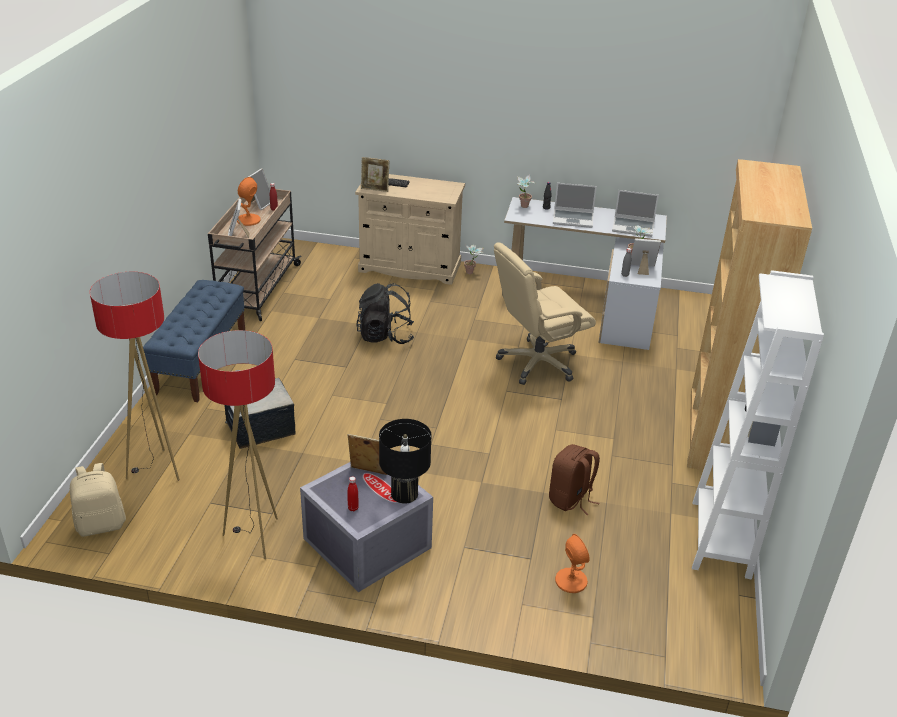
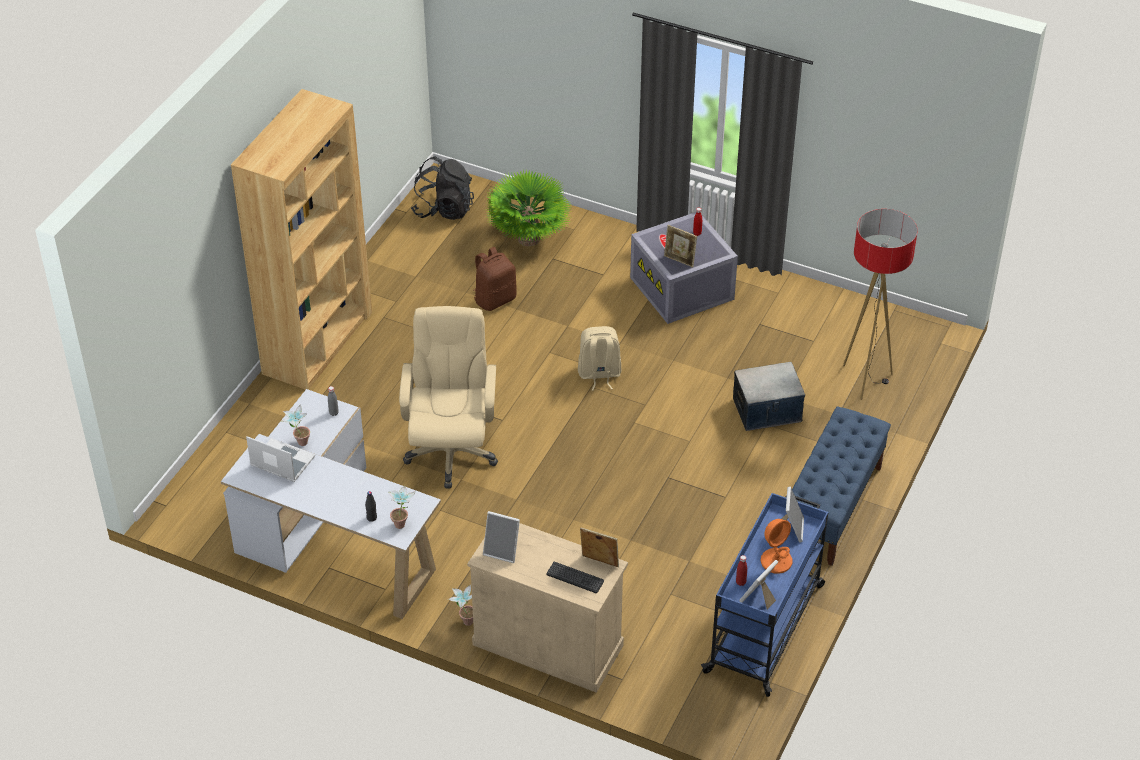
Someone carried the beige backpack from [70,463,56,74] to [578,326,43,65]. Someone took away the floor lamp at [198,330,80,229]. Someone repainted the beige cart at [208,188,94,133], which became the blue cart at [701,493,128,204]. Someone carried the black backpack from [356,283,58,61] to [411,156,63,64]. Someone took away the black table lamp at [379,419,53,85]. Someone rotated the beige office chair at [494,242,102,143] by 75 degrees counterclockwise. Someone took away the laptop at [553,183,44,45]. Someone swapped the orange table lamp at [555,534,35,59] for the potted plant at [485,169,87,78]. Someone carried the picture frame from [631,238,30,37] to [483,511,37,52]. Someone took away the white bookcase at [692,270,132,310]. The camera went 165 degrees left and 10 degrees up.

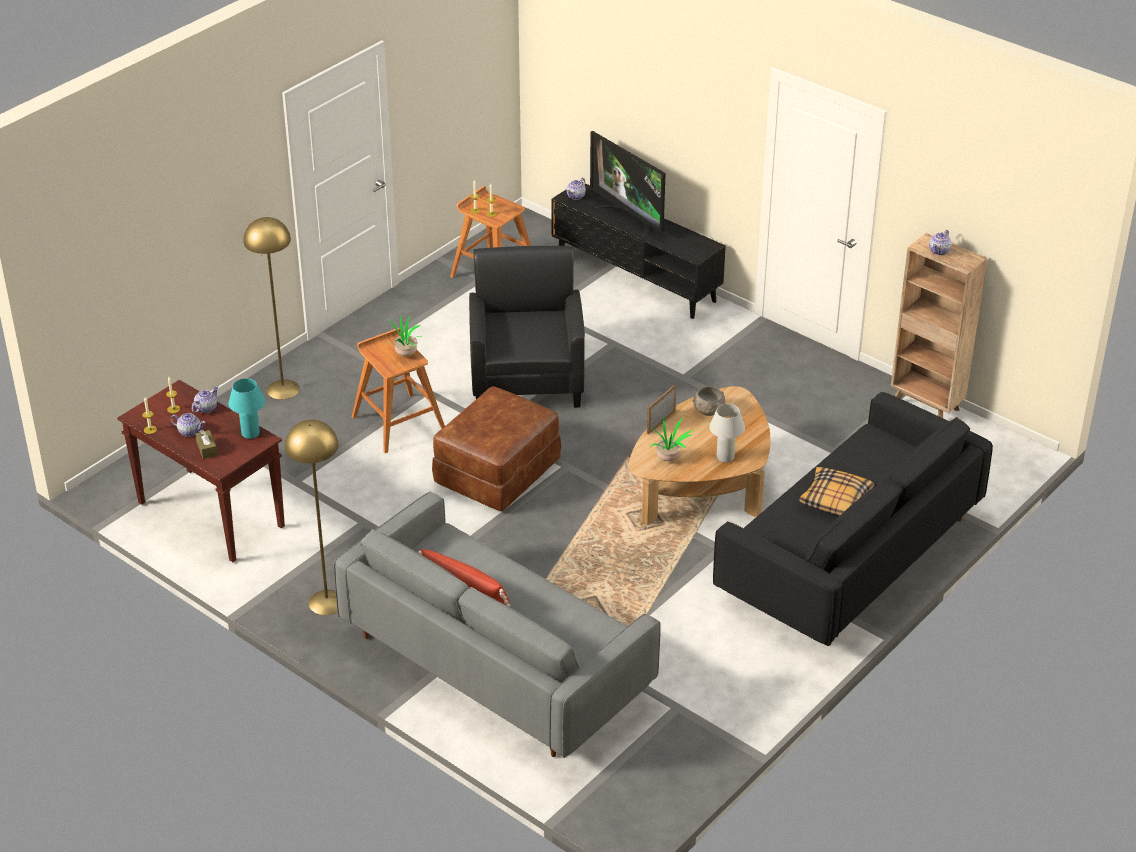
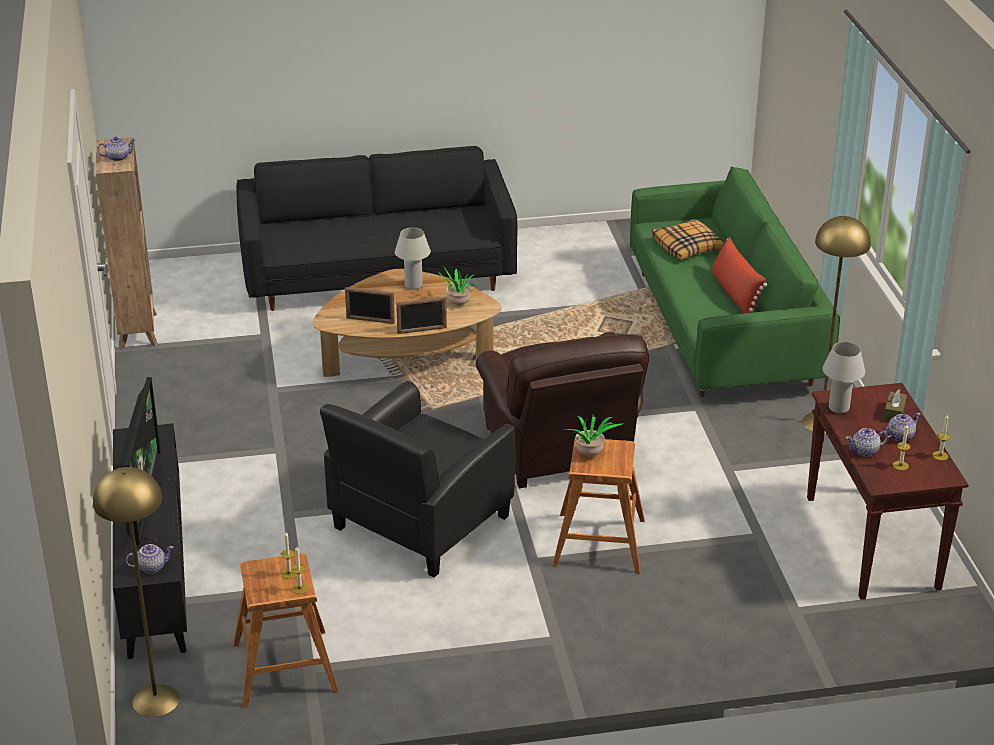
Someone rotated the teapot at [171,413,34,24] by 90 degrees clockwise. Someone repainted the turquoise table lamp at [228,378,37,61], which became the white table lamp at [823,342,42,71]. Someone carried the yellow floor lamp from [243,217,57,182] to [93,467,86,250]. Someone repainted the grey sofa at [334,491,327,267], which became the green sofa at [630,166,210,231]. Someone swapped the brown ottoman at [432,386,129,126] for the brown armchair at [476,332,173,157]. Someone swapped the grey bowl at [693,386,33,30] for the picture frame at [345,287,50,37]. Someone carried the pillow from [799,467,75,48] to [652,219,72,41]. The camera went 140 degrees left and 5 degrees down.

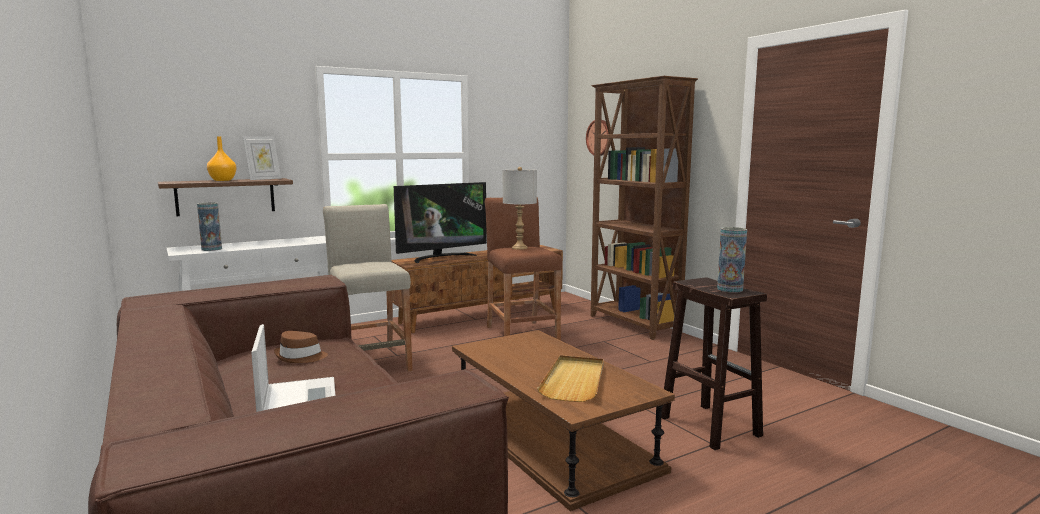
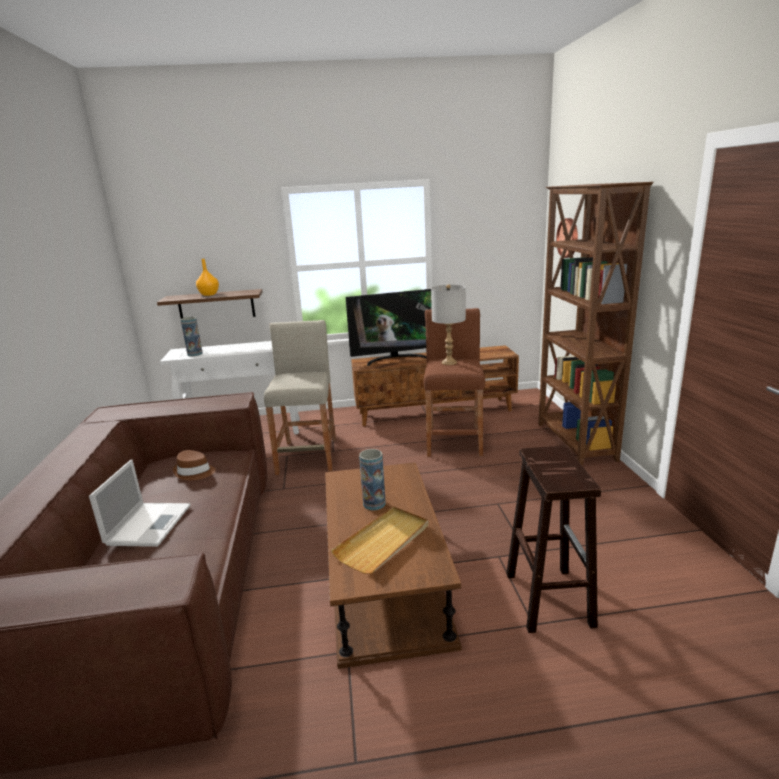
Someone took away the picture frame at [243,136,38,44]. Someone carried the vase from [717,227,30,66] to [359,449,27,61]. The camera went 25 degrees right and 10 degrees up.

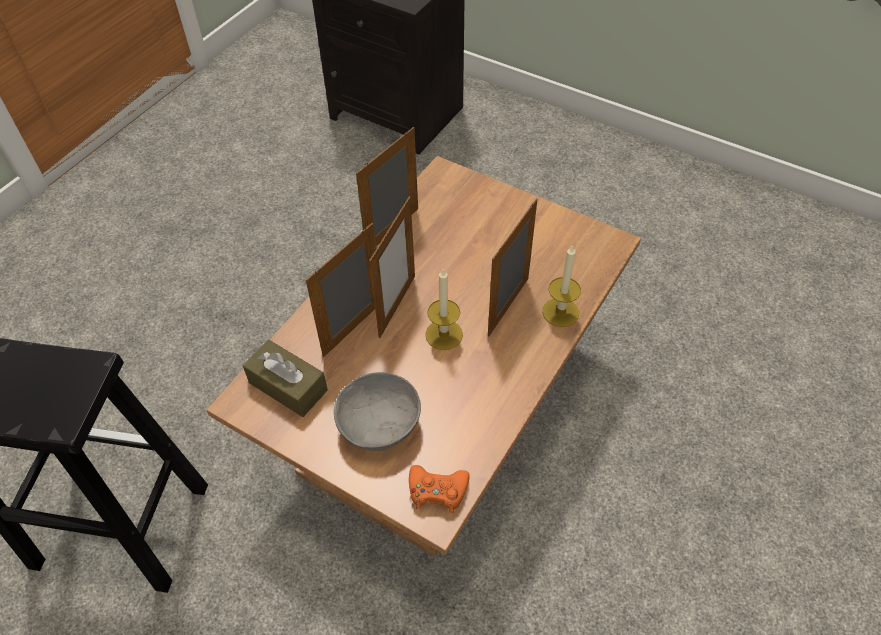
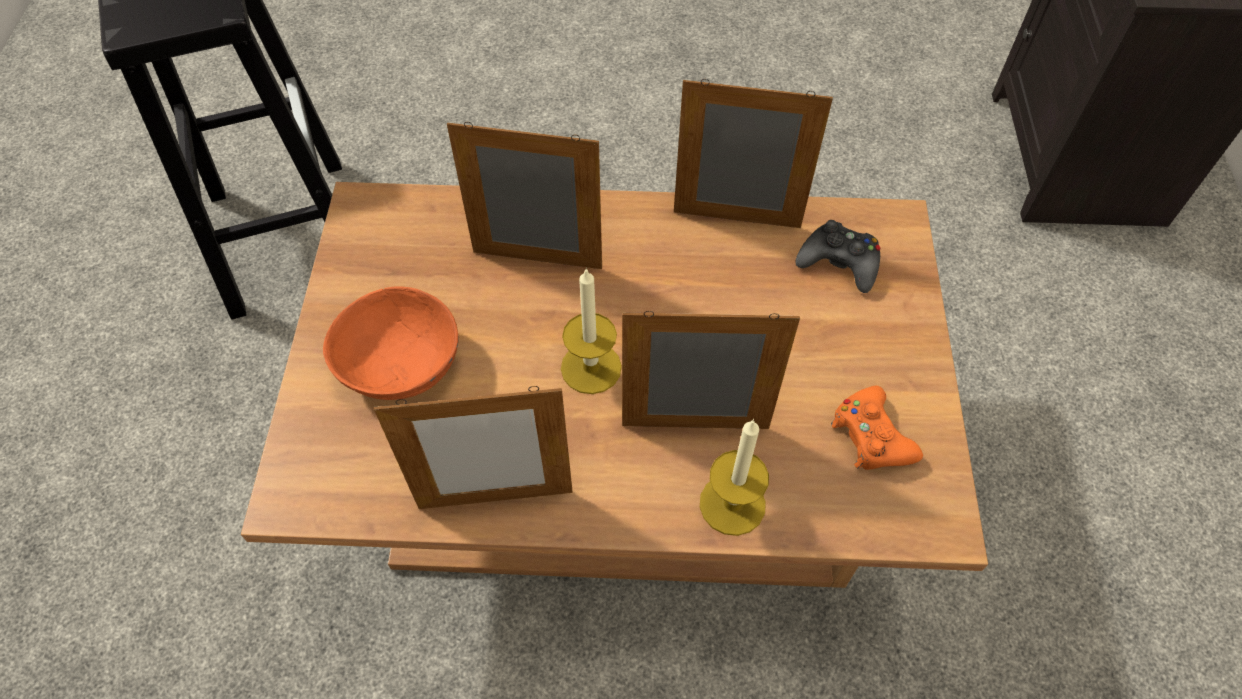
Someone took away the brown tissue box at [243,340,85,77]. Someone repainted the grey bowl at [334,372,87,79], which became the orange bowl at [323,286,135,114]. Someone carried the picture frame from [369,196,46,142] to [374,386,199,123]. Someone carried the orange game controller from [409,465,61,48] to [831,386,92,84]. Someone put down the black game controller at [796,220,84,73]. The camera went 60 degrees right and 5 degrees up.

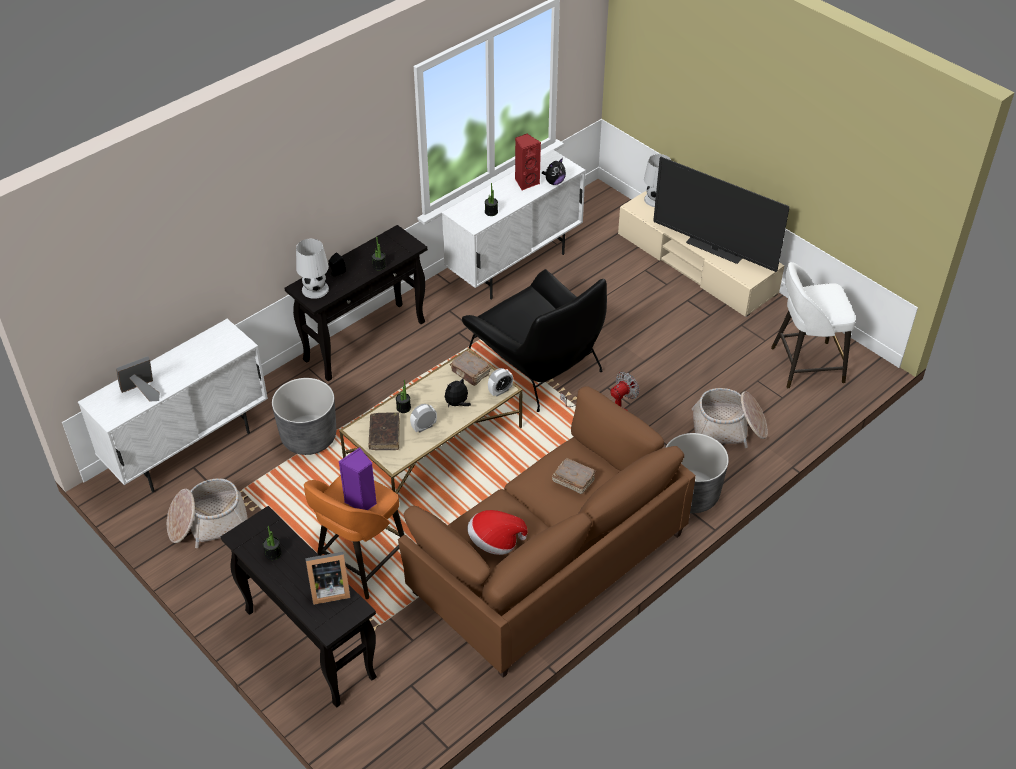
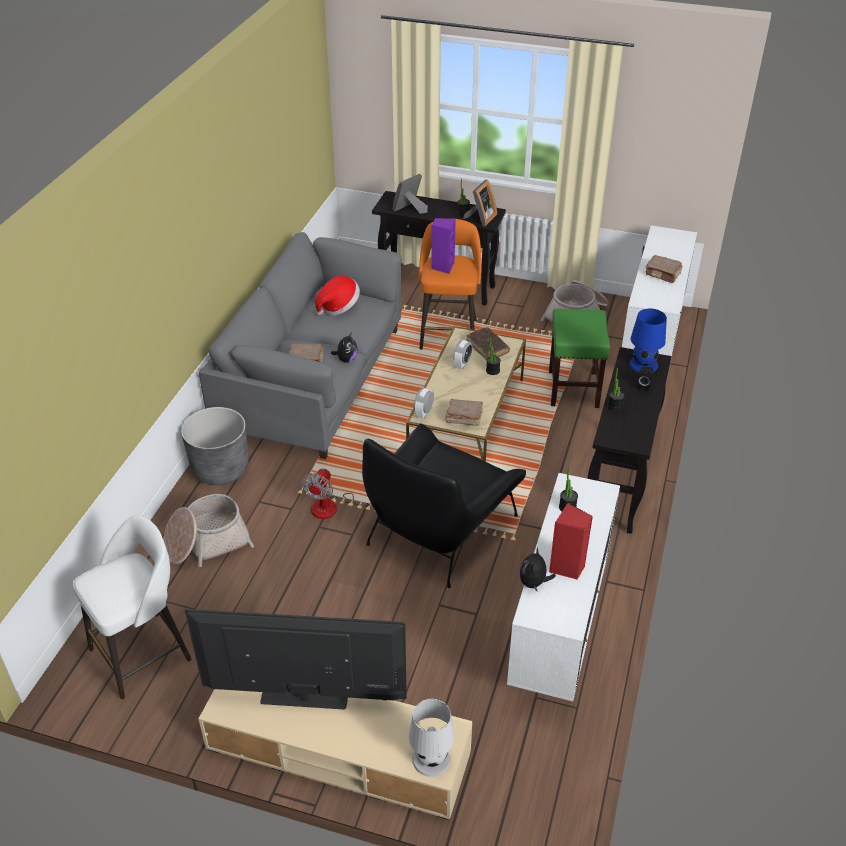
Someone carried the picture frame from [116,356,44,46] to [463,180,34,46]. Someone swapped the grey planter at [272,378,64,77] for the green stool at [549,309,61,99]. Someone repainted the white table lamp at [296,239,33,60], which became the blue table lamp at [629,308,38,64]. Someone repainted the brown sofa at [398,386,298,292], which became the grey sofa at [199,232,203,227]. Someone carried the plush toy from [445,378,26,29] to [331,333,27,30]. Someone rotated the black armchair at [462,269,145,143] by 75 degrees counterclockwise. Someone put down the brown book at [645,255,38,28]. The camera went 150 degrees right and 5 degrees down.

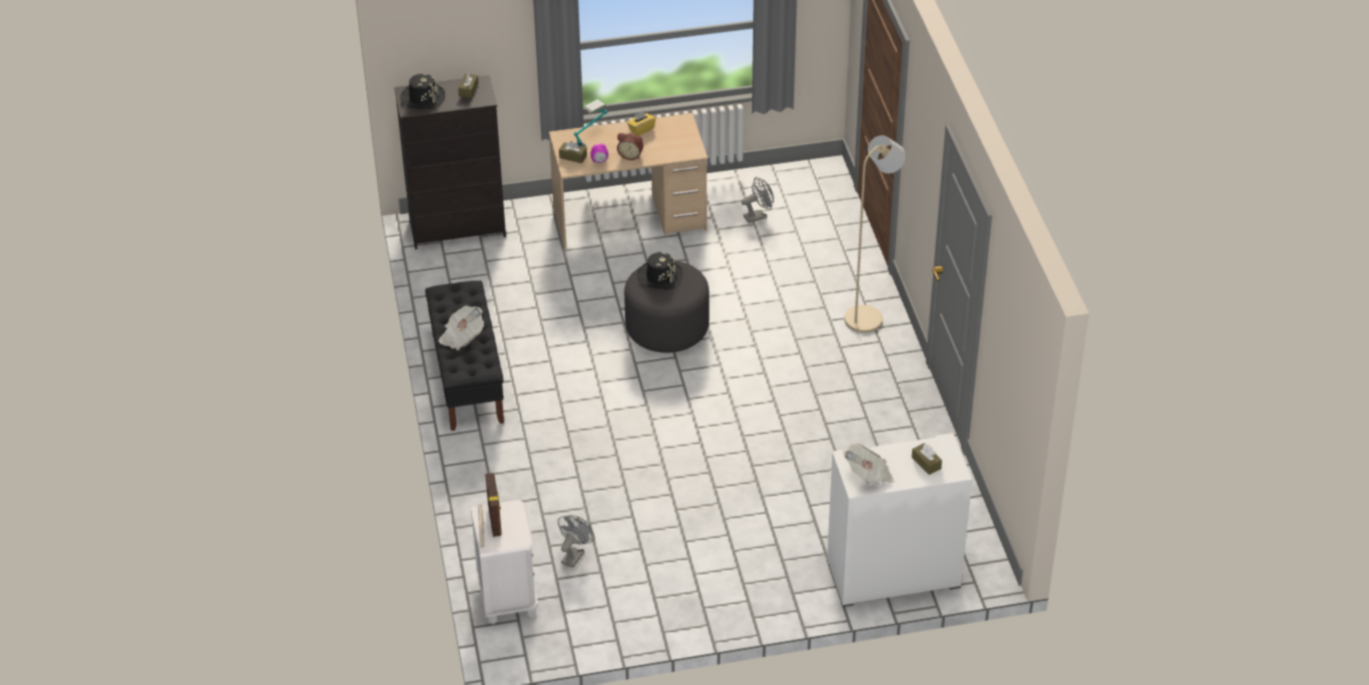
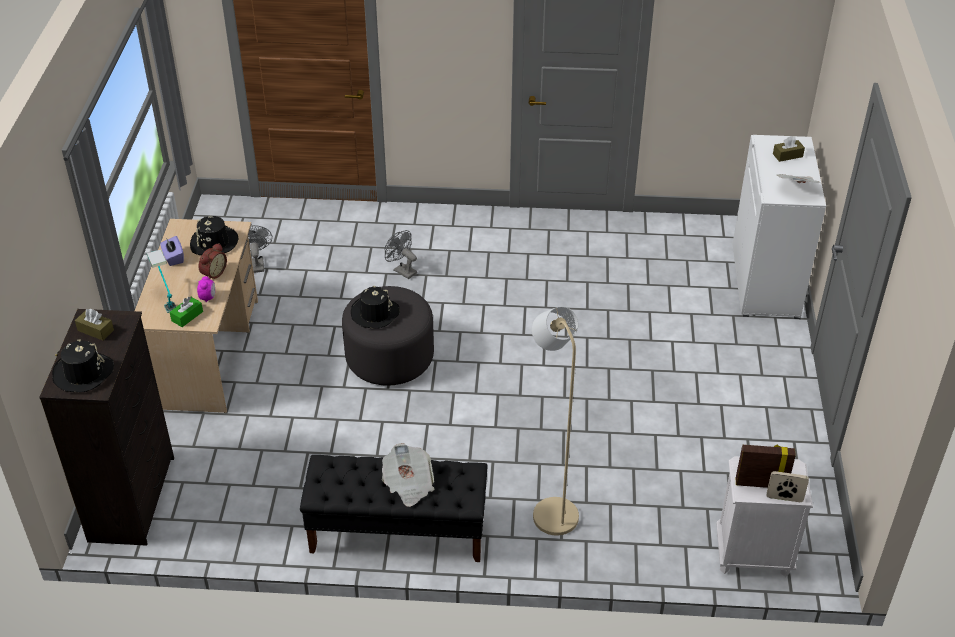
Someone carried the grey fan from [558,515,37,53] to [385,230,32,49]. Someone repainted the brown tissue box at [559,141,28,22], which became the green tissue box at [170,297,33,30]. Someone repainted the yellow tissue box at [627,111,29,25], which became the purple tissue box at [160,236,24,30]. Someone carried the beige floor lamp from [844,135,62,198] to [532,307,47,228]. Someone put down the black hat at [190,216,48,39]. The camera went 75 degrees left and 0 degrees up.

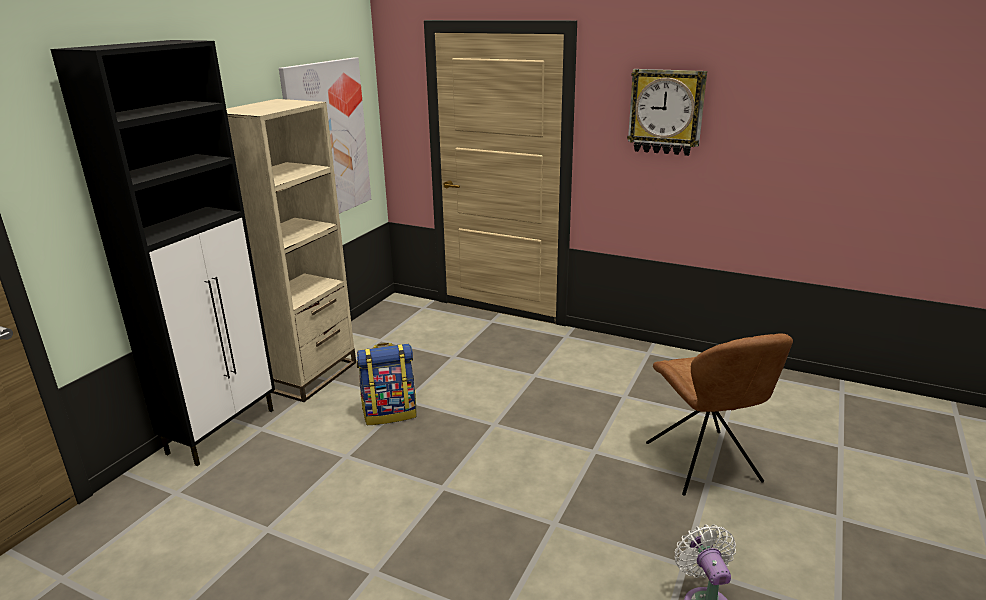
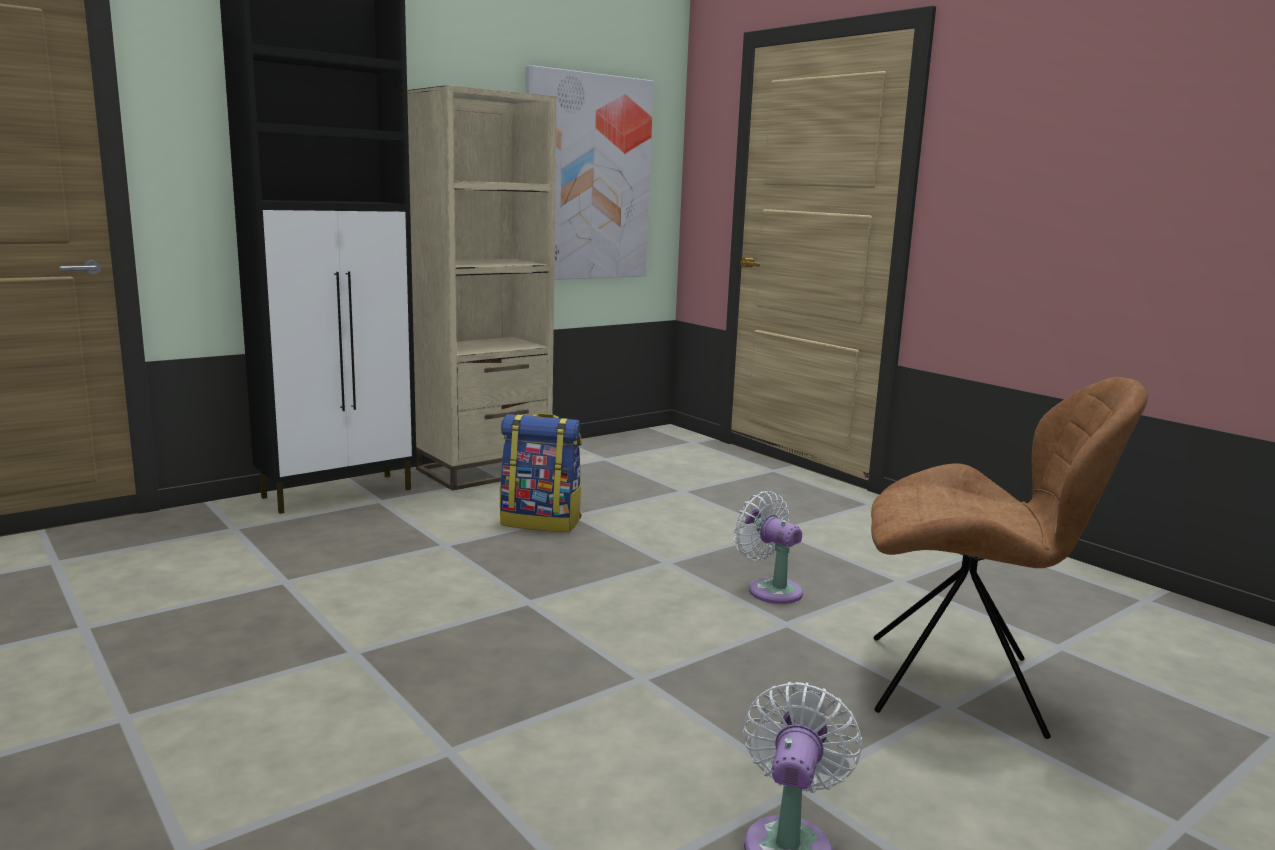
Someone took away the wall clock at [627,69,80,87]. Someone rotated the brown chair at [646,334,147,162] by 90 degrees counterclockwise. Someone put down the white fan at [734,491,69,113]. The camera went 25 degrees right and 10 degrees down.

